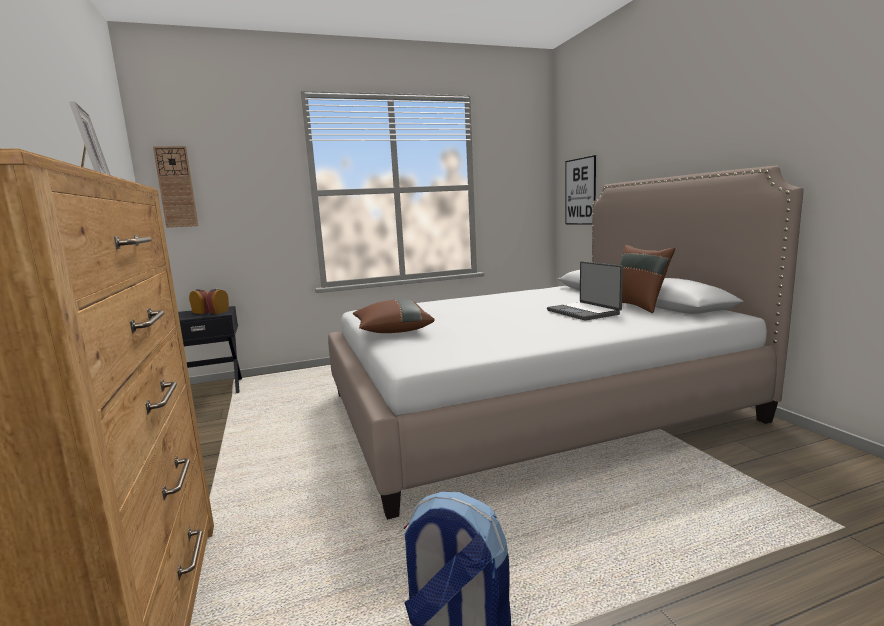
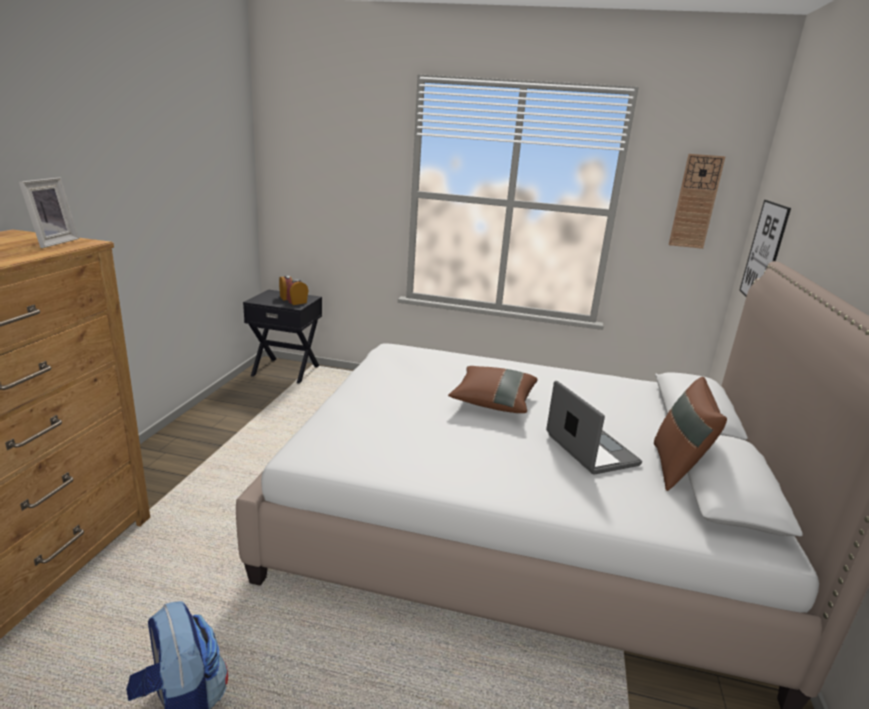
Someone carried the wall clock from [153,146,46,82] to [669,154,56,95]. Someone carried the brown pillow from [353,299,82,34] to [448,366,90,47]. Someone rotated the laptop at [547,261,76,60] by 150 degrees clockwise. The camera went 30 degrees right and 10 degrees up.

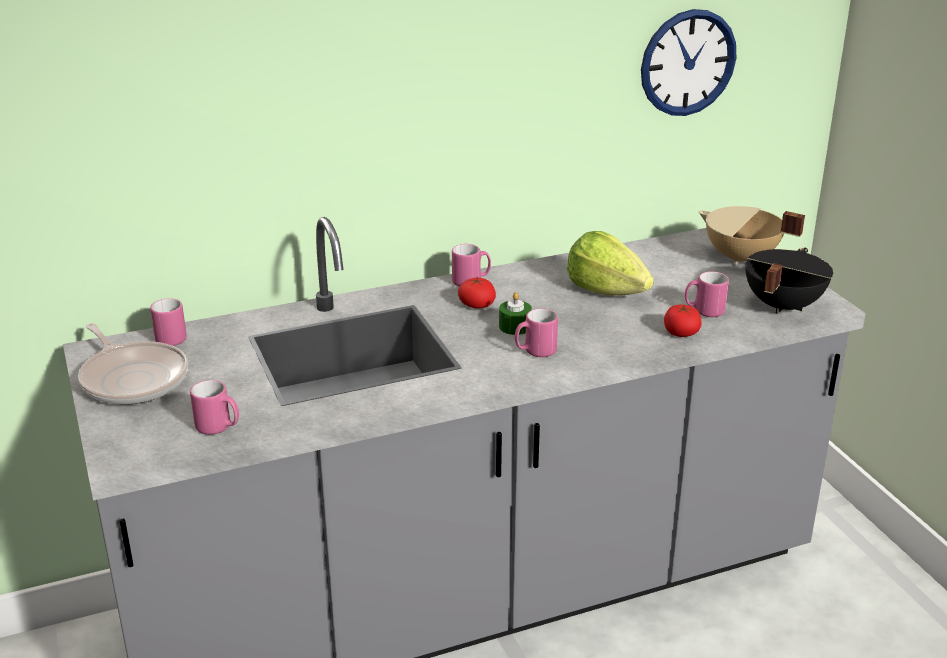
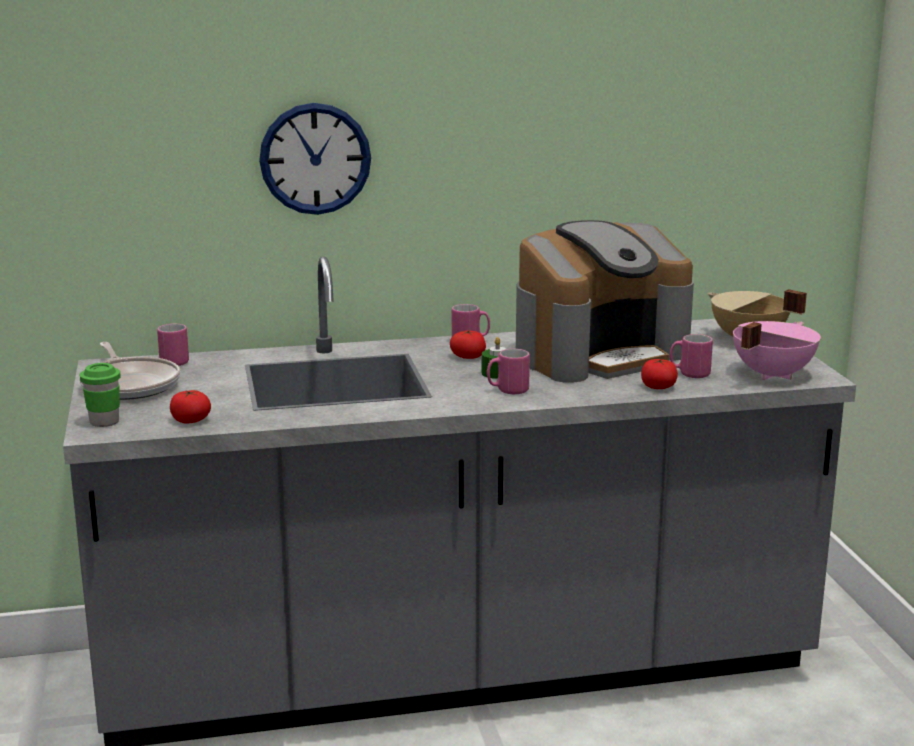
Someone swapped the pink mug at [190,380,49,55] for the tomato at [170,390,41,34]. Someone swapped the lettuce at [567,231,87,64] for the coffee machine at [516,220,178,163]. Someone carried the wall clock from [641,9,95,107] to [259,103,112,112]. Someone repainted the black cooking pot at [745,247,88,67], which became the pink cooking pot at [733,321,88,59]. Someone put down the green cup at [80,363,41,64]. The camera went 10 degrees right and 10 degrees down.

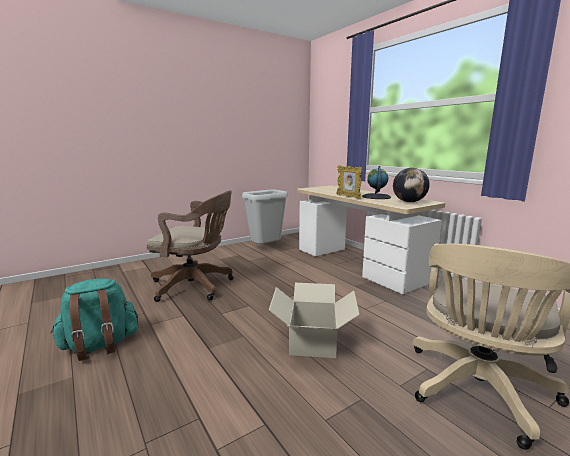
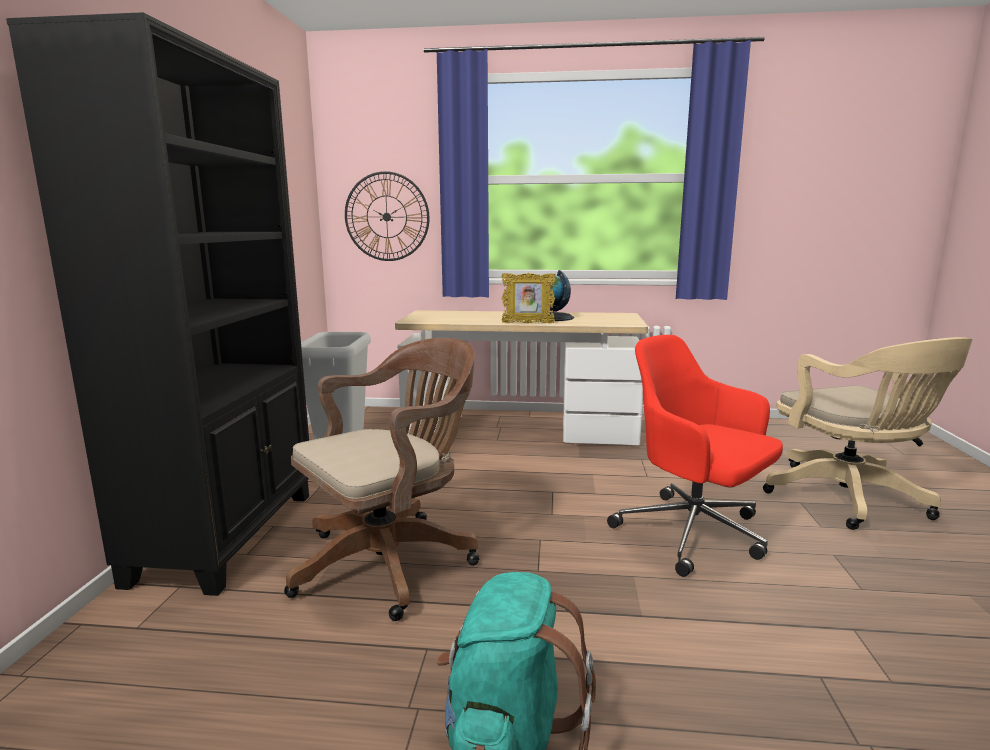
Someone swapped the cardboard box at [269,283,90,75] for the red office chair at [607,335,176,242]. Someone took away the globe at [393,168,37,34]. Someone put down the black bookcase at [6,12,303,584]. Someone put up the wall clock at [345,171,84,90]. The camera went 50 degrees left and 0 degrees up.

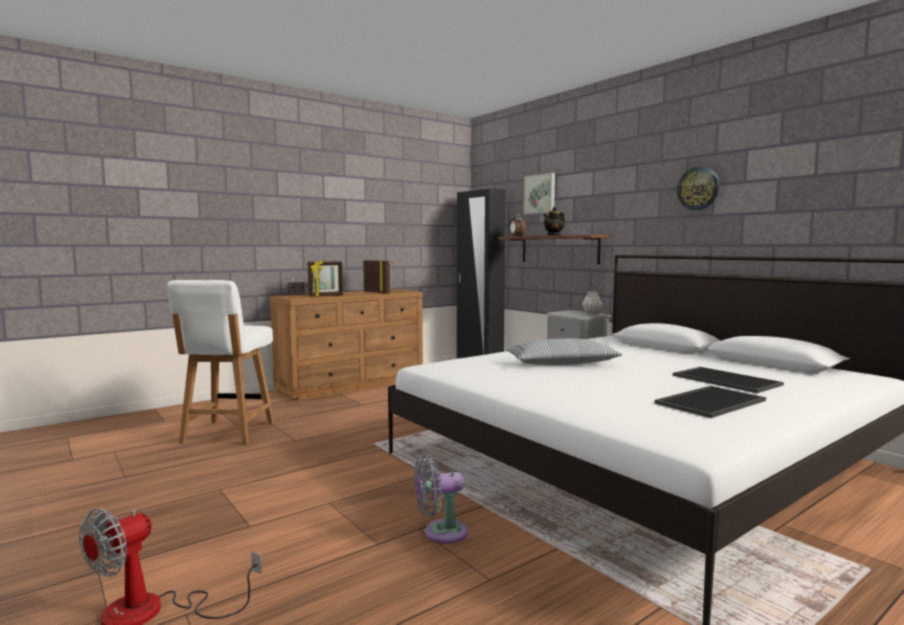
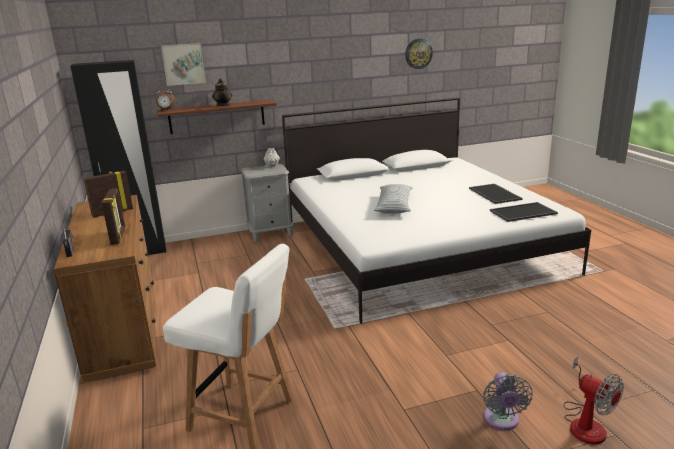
Someone carried the grey fan from [414,456,54,88] to [483,372,50,58]. Someone carried the tray from [673,367,111,26] to [490,202,68,20]. Someone carried the wall clock from [677,167,42,43] to [405,39,28,30]. The camera went 70 degrees left and 15 degrees up.

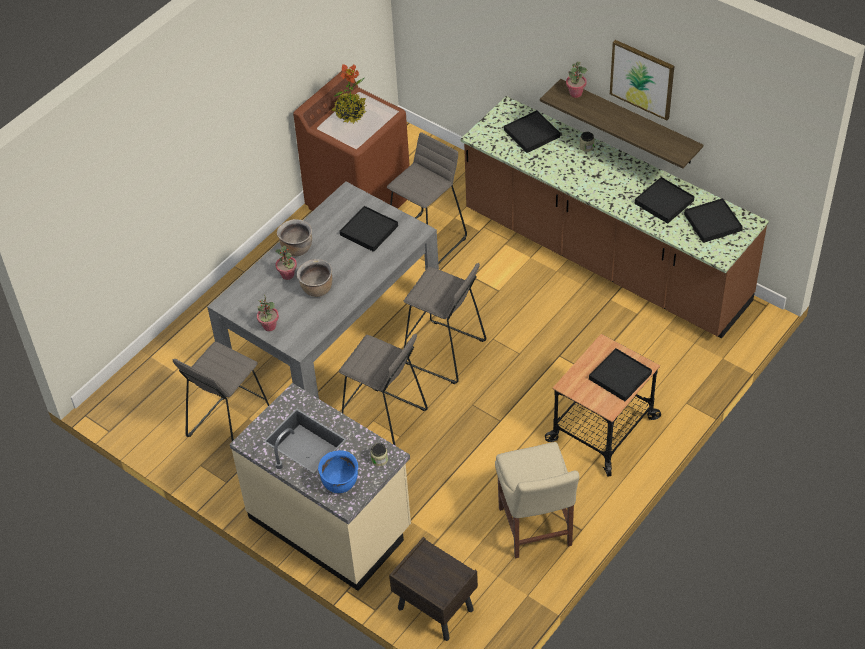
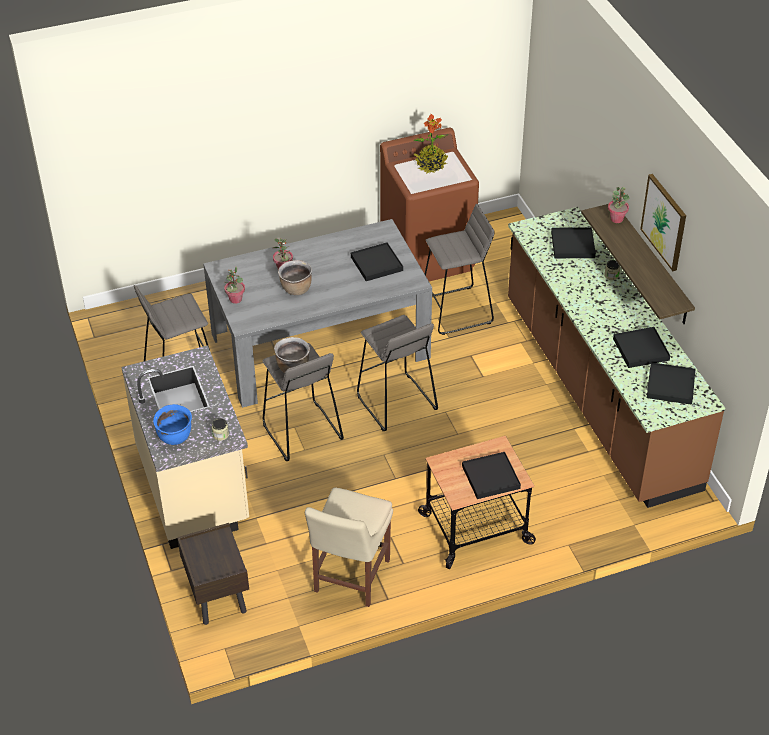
Someone carried the brown cooking pot from [277,219,35,38] to [274,337,36,36]. The camera went 30 degrees right and 5 degrees down.

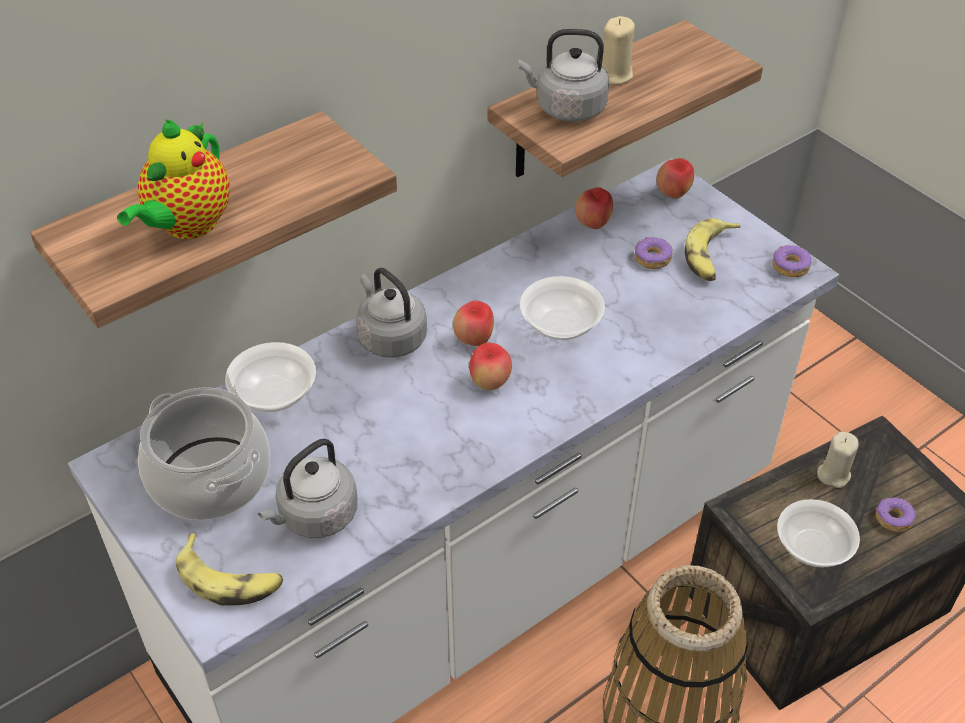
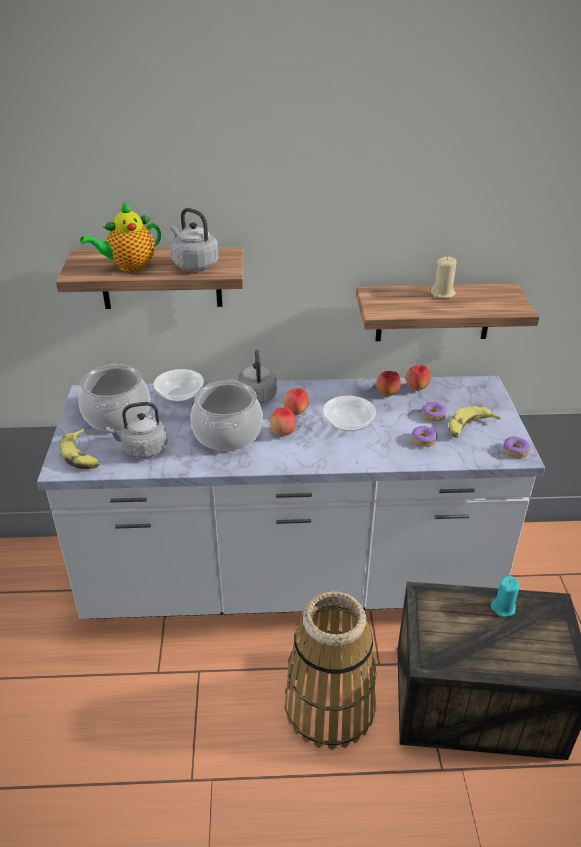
Someone carried the grey kettle from [519,29,90,93] to [171,208,47,63]. Someone carried the apple from [656,158,38,41] to [376,371,25,25]. Someone took away the bowl at [777,499,83,69]. Someone repainted the beige candle at [817,432,42,56], which became the turquoise candle at [491,576,29,41]. Someone carried the donut from [876,497,40,35] to [411,426,27,21]. Someone put down the cooking pot at [190,380,73,71]. The camera went 35 degrees right and 10 degrees down.

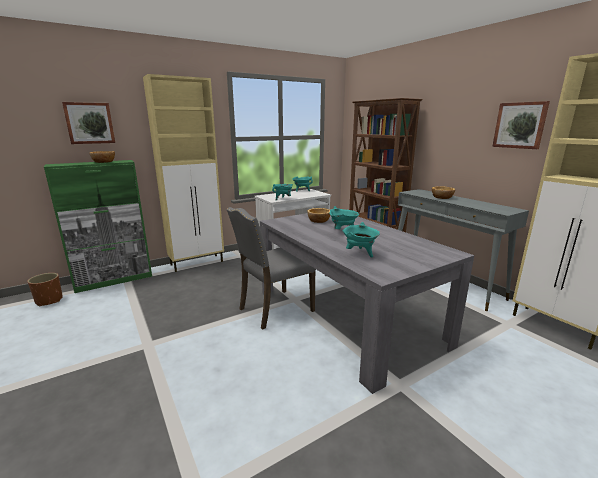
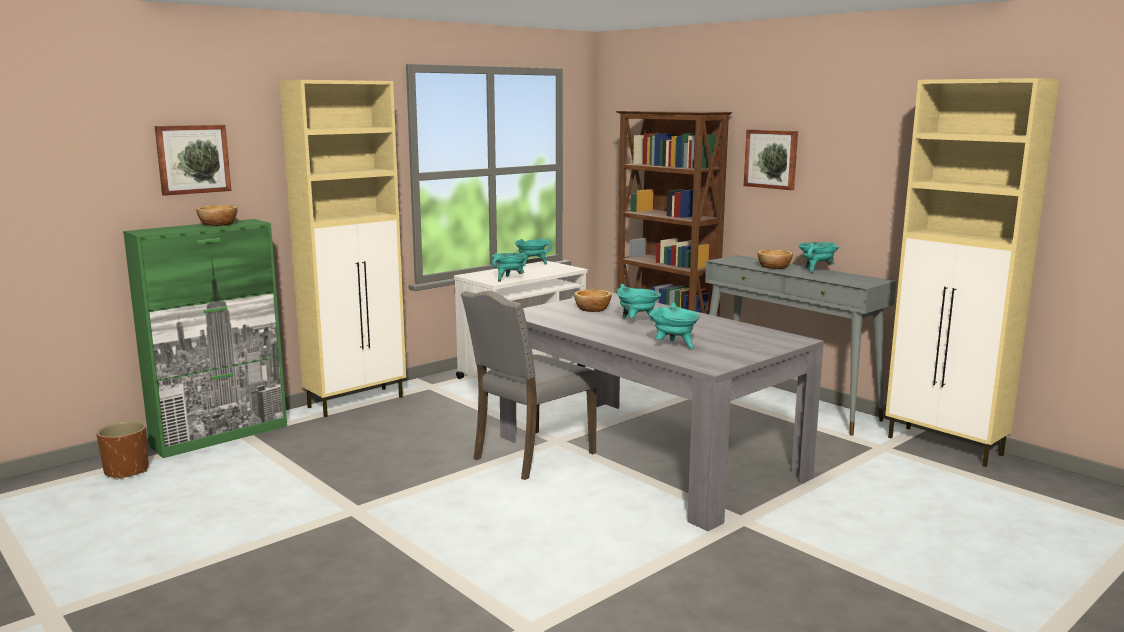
Someone carried the picture from [492,101,58,48] to [744,129,54,61]. Someone put down the turquoise cooking pot at [798,242,41,32]. The camera went 10 degrees left and 5 degrees down.

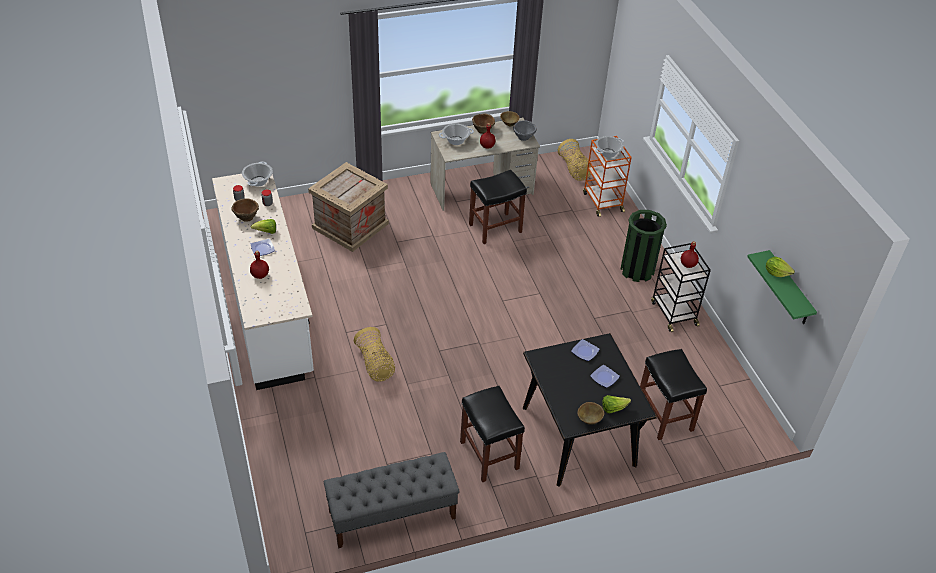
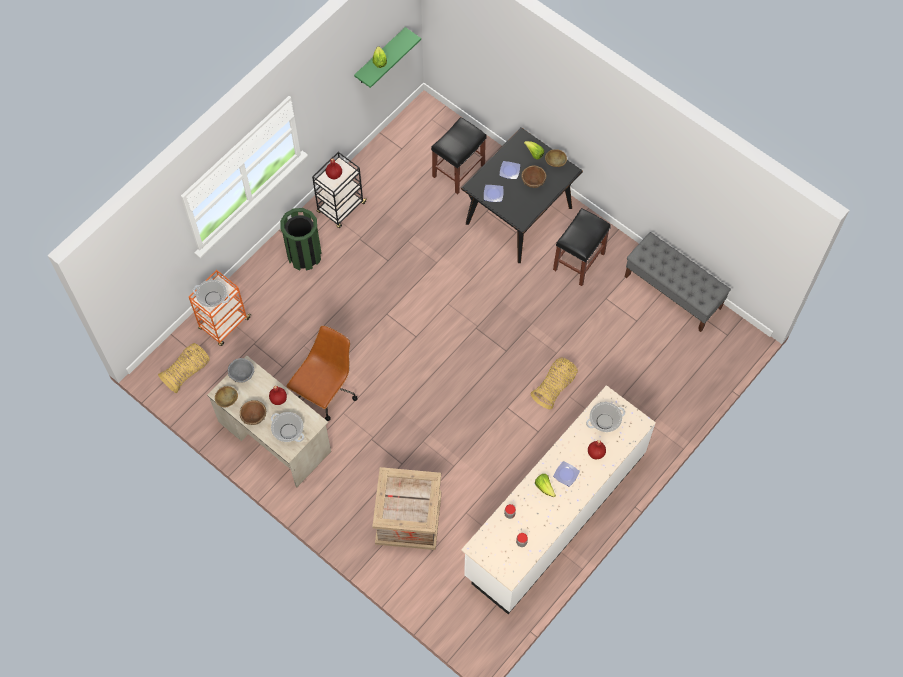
Someone carried the brown bowl from [231,198,28,24] to [521,166,26,22]. Someone carried the cooking pot from [242,161,31,26] to [586,402,39,30]. Someone swapped the black stool at [469,170,58,74] for the brown office chair at [286,326,71,95]. The camera went 120 degrees left and 20 degrees up.

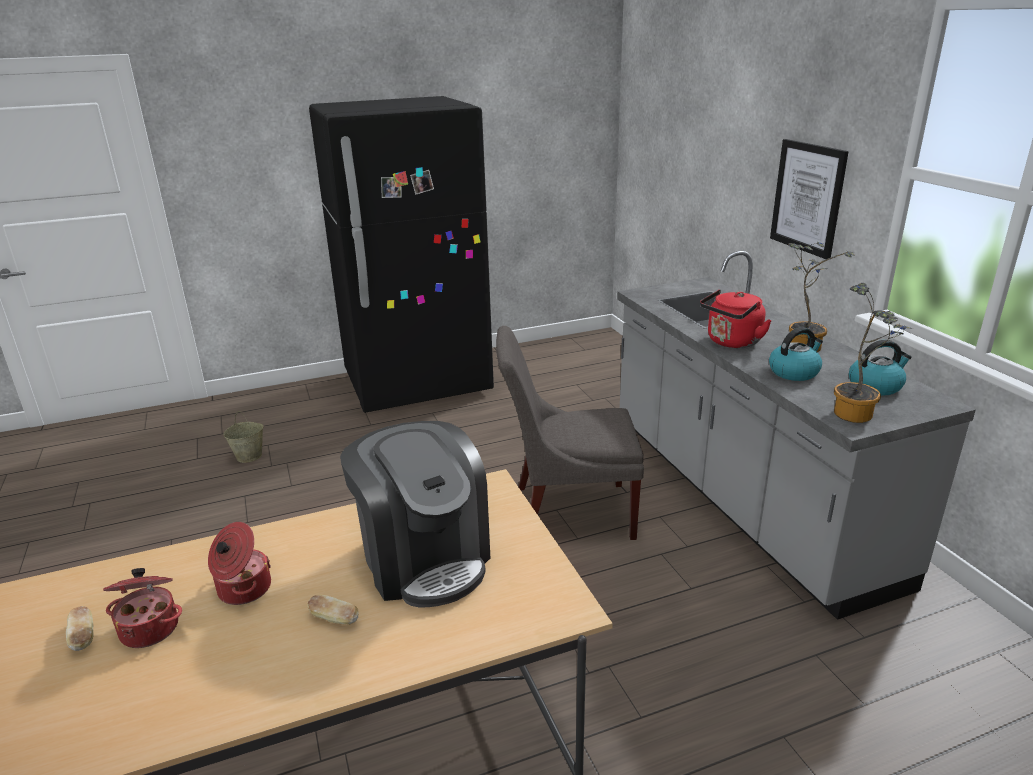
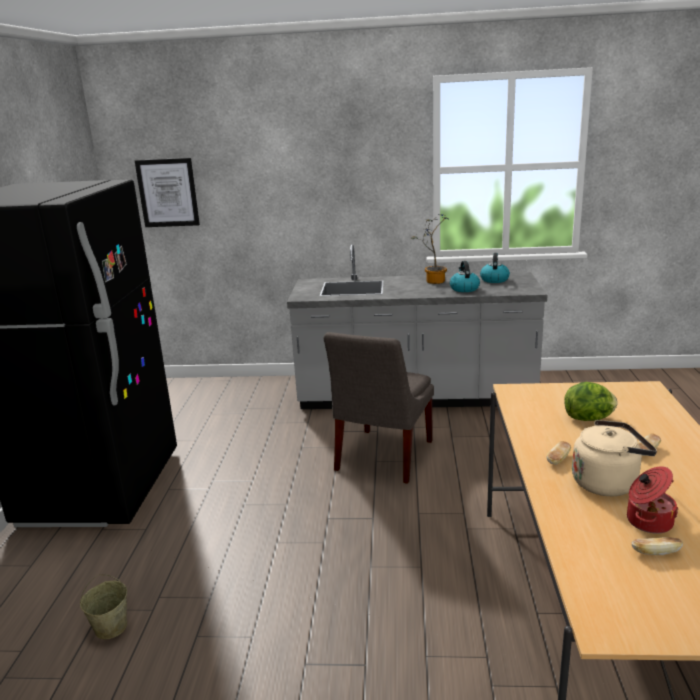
Someone swapped the cooking pot at [208,522,63,83] for the beige kettle at [572,420,85,76]. Someone swapped the coffee machine at [340,421,150,187] for the lettuce at [564,382,53,39]. Someone took away the red kettle at [700,289,72,59]. Someone carried the picture from [770,139,79,120] to [135,158,65,69]. Someone took away the potted plant at [834,283,79,140]. Someone put down the bread at [547,441,24,24]. The camera went 65 degrees left and 5 degrees down.

